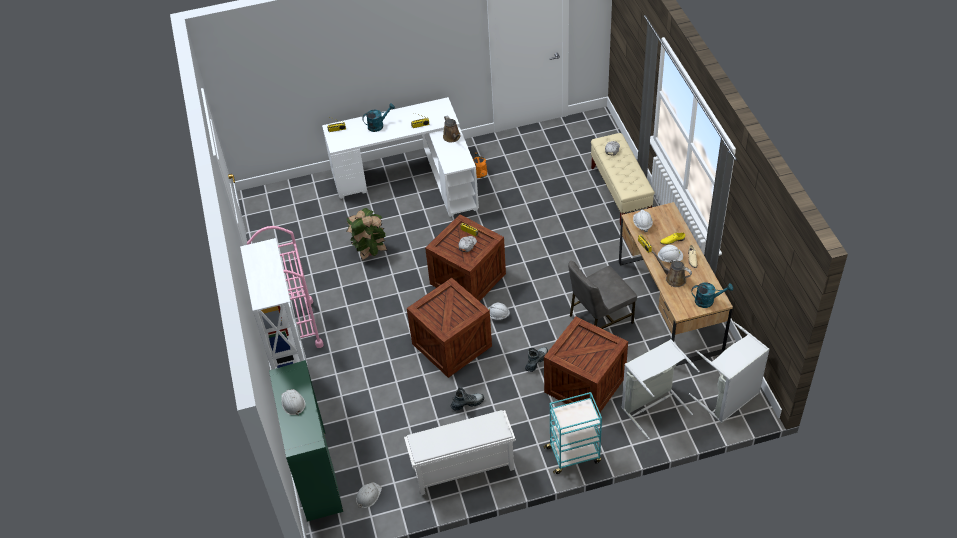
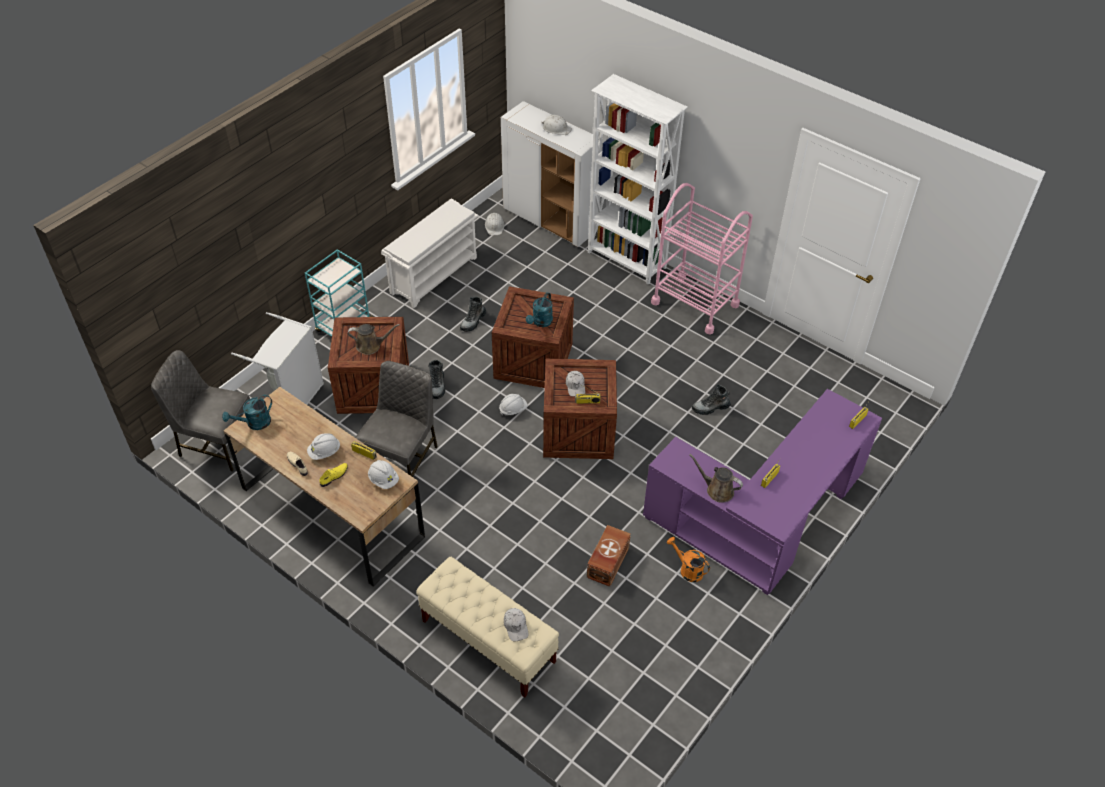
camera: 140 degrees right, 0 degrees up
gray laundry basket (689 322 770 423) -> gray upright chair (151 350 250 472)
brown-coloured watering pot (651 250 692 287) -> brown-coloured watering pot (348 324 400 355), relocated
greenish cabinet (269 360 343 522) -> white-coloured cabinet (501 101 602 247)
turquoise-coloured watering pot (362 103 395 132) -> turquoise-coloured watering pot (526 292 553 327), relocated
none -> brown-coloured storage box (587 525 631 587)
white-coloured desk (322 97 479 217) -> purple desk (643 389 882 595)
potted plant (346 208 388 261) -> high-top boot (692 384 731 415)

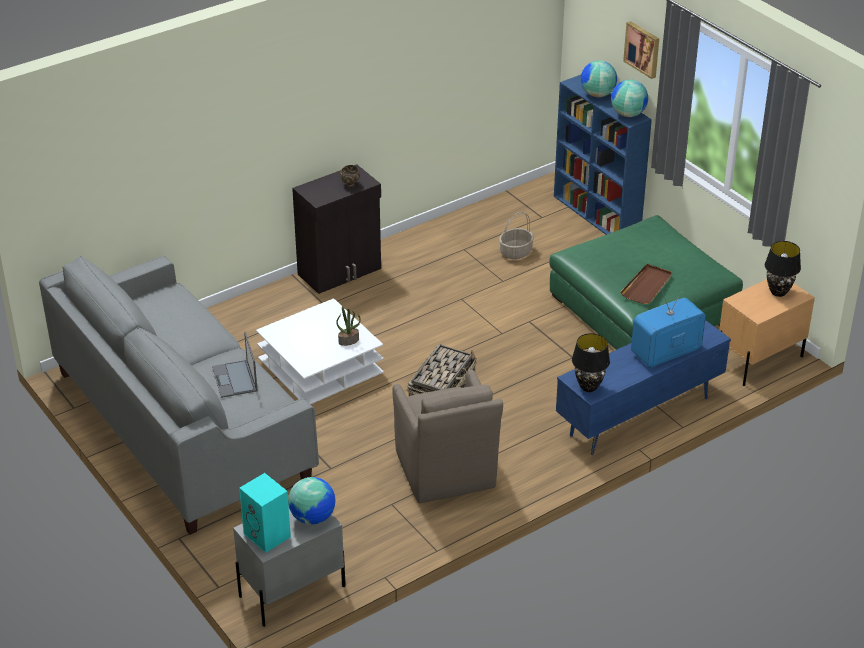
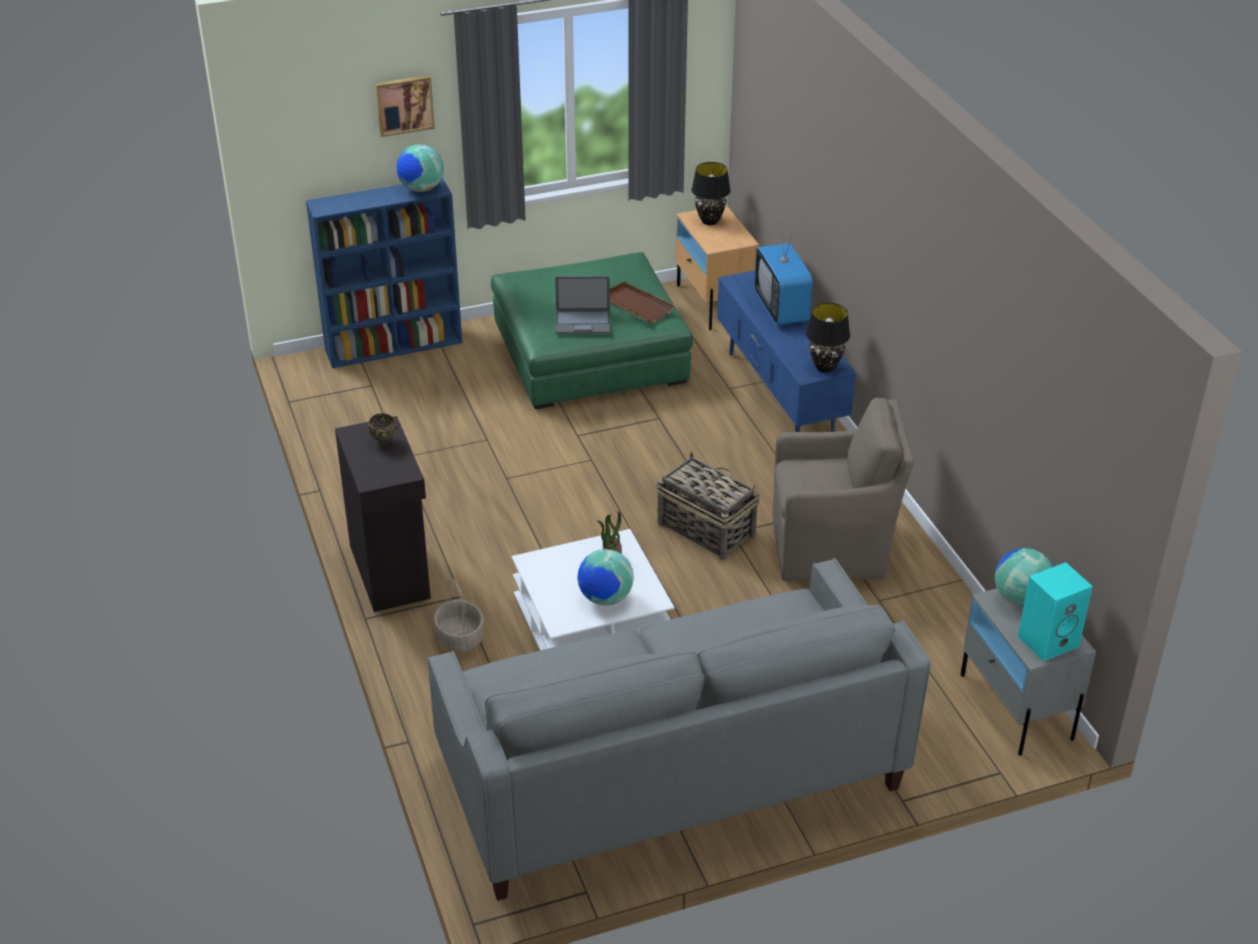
camera: 75 degrees left, 0 degrees up
basket (499 212 534 259) -> basket (434 579 484 652), relocated
notebook computer (212 331 257 398) -> notebook computer (555 276 610 334), relocated
globe (581 60 617 97) -> globe (578 549 634 605), relocated

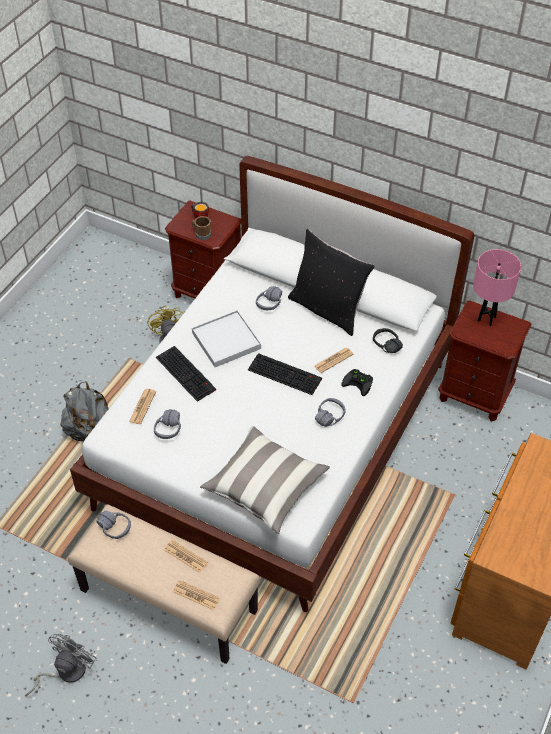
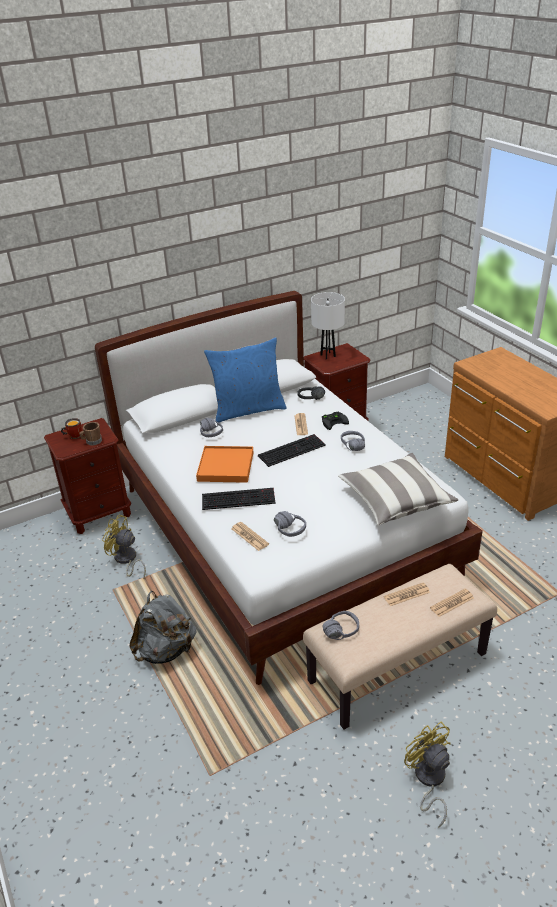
camera: 55 degrees left, 15 degrees down
white-coloured serving tray (192 310 261 367) -> orange serving tray (196 446 253 483)
black cushion (288 229 375 336) -> blue cushion (204 337 287 422)
pink-coloured table lamp (473 249 521 326) -> white-coloured table lamp (311 292 345 360)
gray fan (25 634 96 696) -> yellow fan (404 721 451 828)

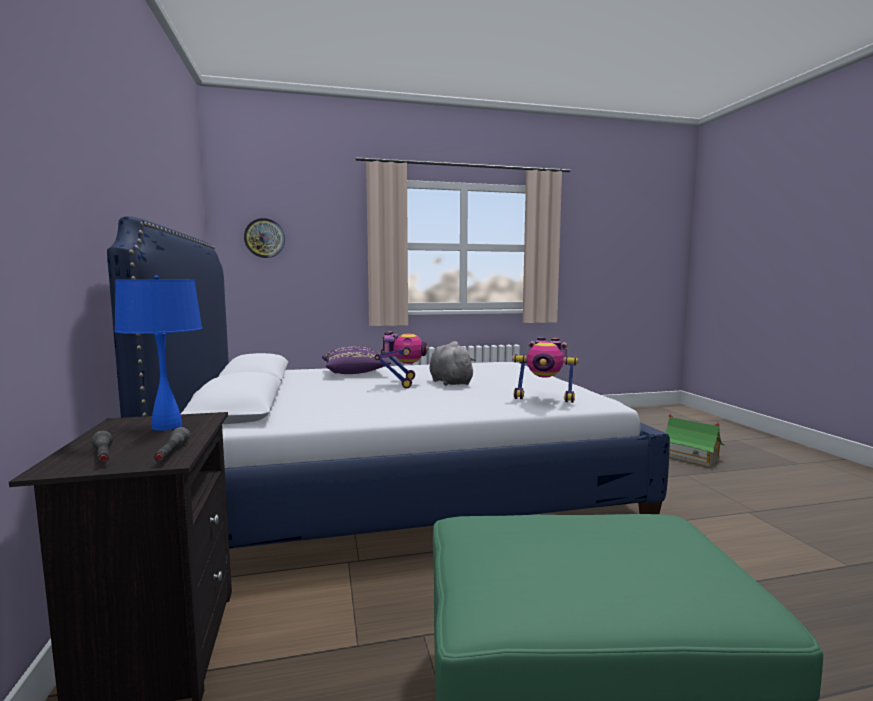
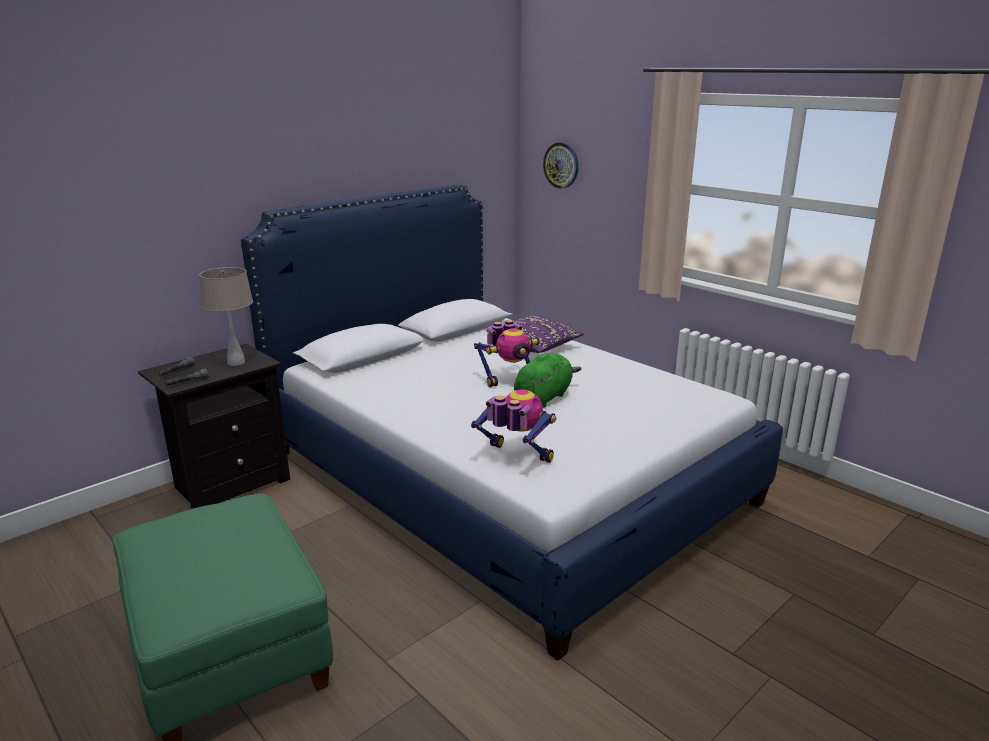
camera: 60 degrees right, 15 degrees up
blue table lamp (114 275 202 431) -> sand-coloured table lamp (199 267 253 366)
robot figure (512 337 578 403) -> robot figure (471 389 556 463), 135 degrees clockwise
gray cuddly toy (430 341 476 386) -> greenish cuddly toy (514 353 582 408)
miniature house (665 414 724 467) -> none

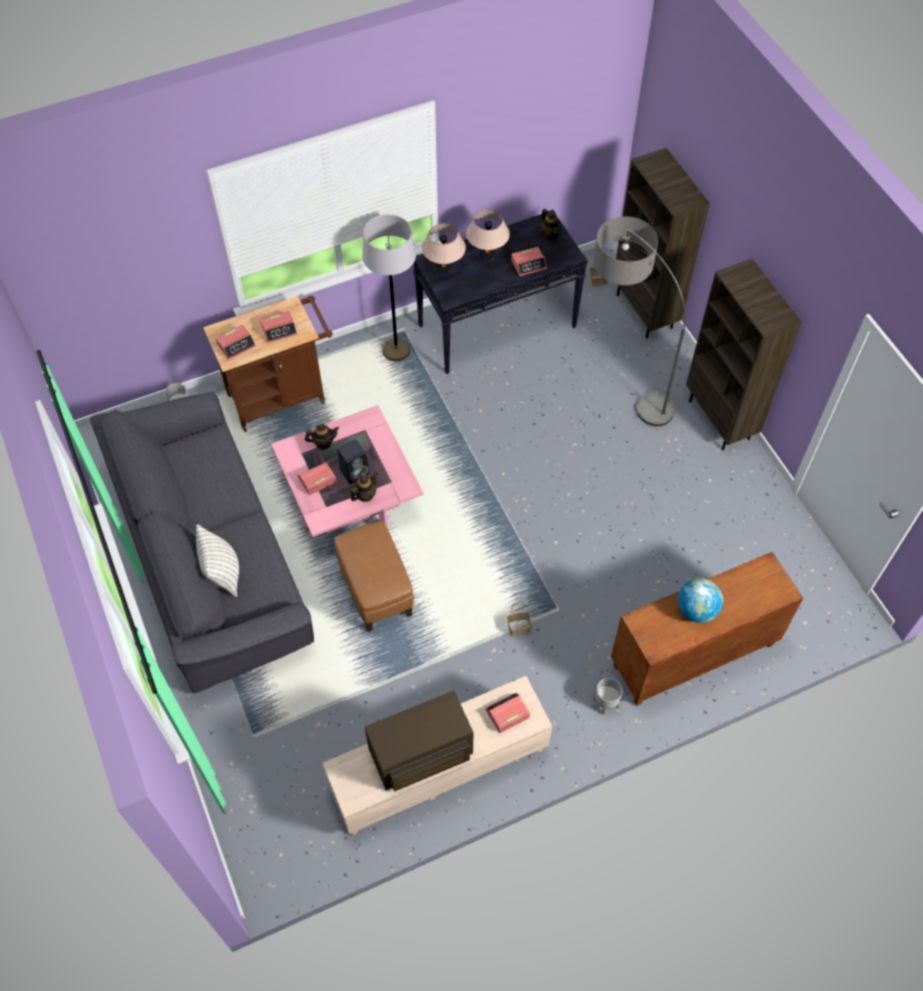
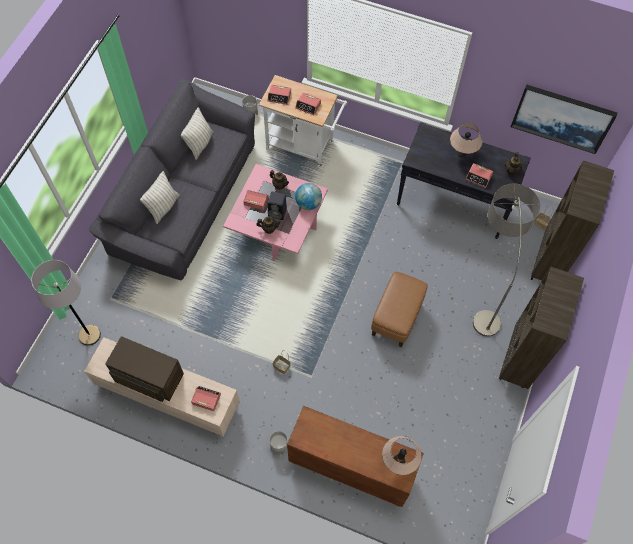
camera: 45 degrees right, 5 degrees up
gray standing lamp (362 214 416 361) -> gray standing lamp (31 260 101 346), relocated
none -> cushion (181 107 213 160)
brown-coloured cart (203 296 333 432) -> white-coloured cart (259 75 347 167)
globe (678 578 723 623) -> globe (295 183 322 210), relocated
brown-coloured ottoman (334 521 414 632) -> brown-coloured ottoman (371 272 428 347), relocated
sand-coloured table lamp (422 223 466 274) -> sand-coloured table lamp (382 436 421 475), relocated
none -> wall art (511 84 617 154)

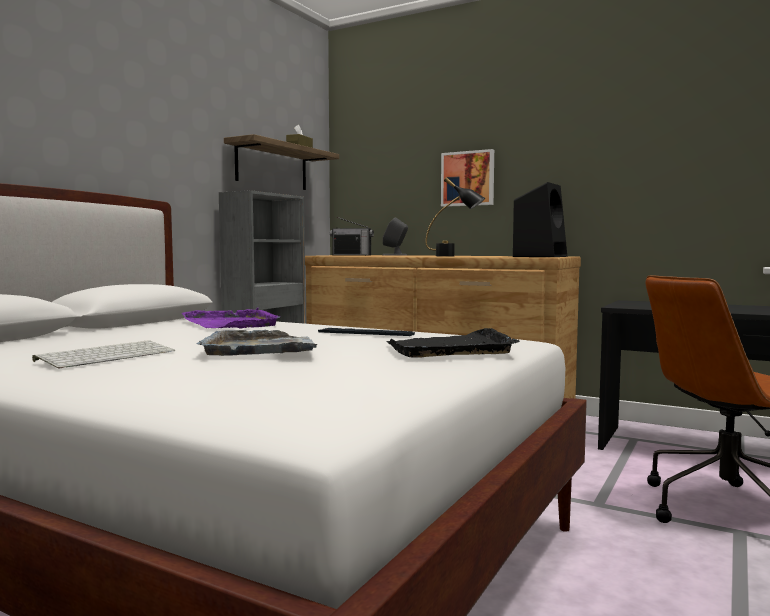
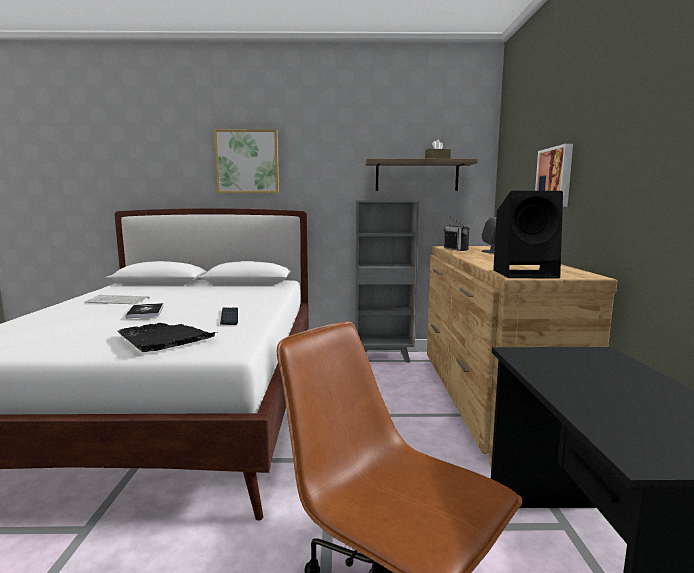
camera: 60 degrees right, 5 degrees up
gray serving tray (197 329 317 356) -> book (126 303 163 318)
none -> wall art (214 129 279 193)
purple serving tray (182 308 280 328) -> none
black table lamp (425 177 485 256) -> none

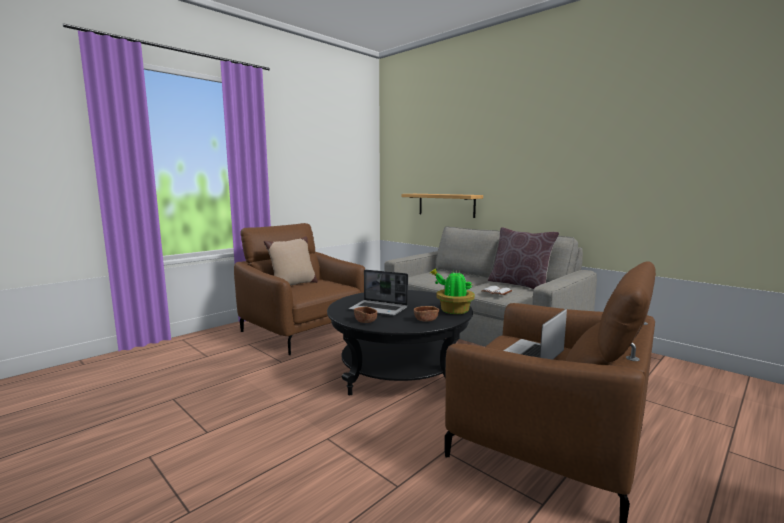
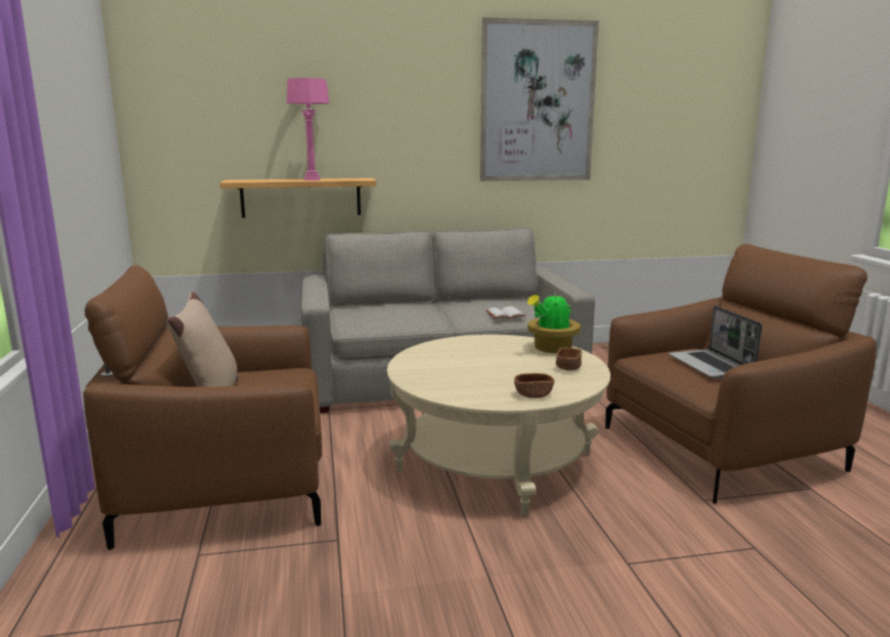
camera: 55 degrees left, 5 degrees up
none -> pink-coloured table lamp (287 78 329 180)
black coffee table (327 290 473 396) -> sand-coloured coffee table (387 334 611 516)
none -> wall art (480 17 599 181)
notebook computer (349 270 408 316) -> none
brown-coloured cushion (488 227 559 289) -> none

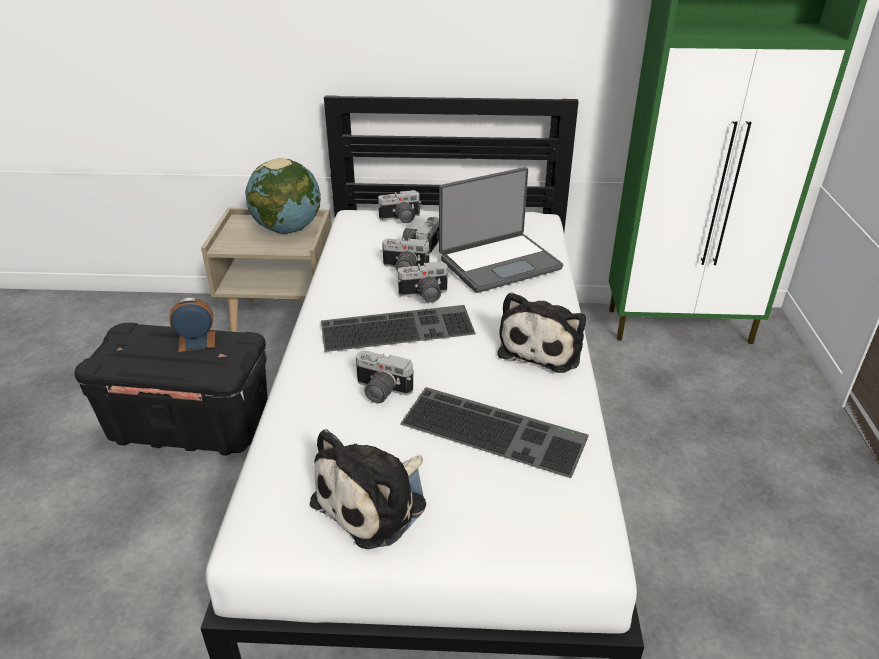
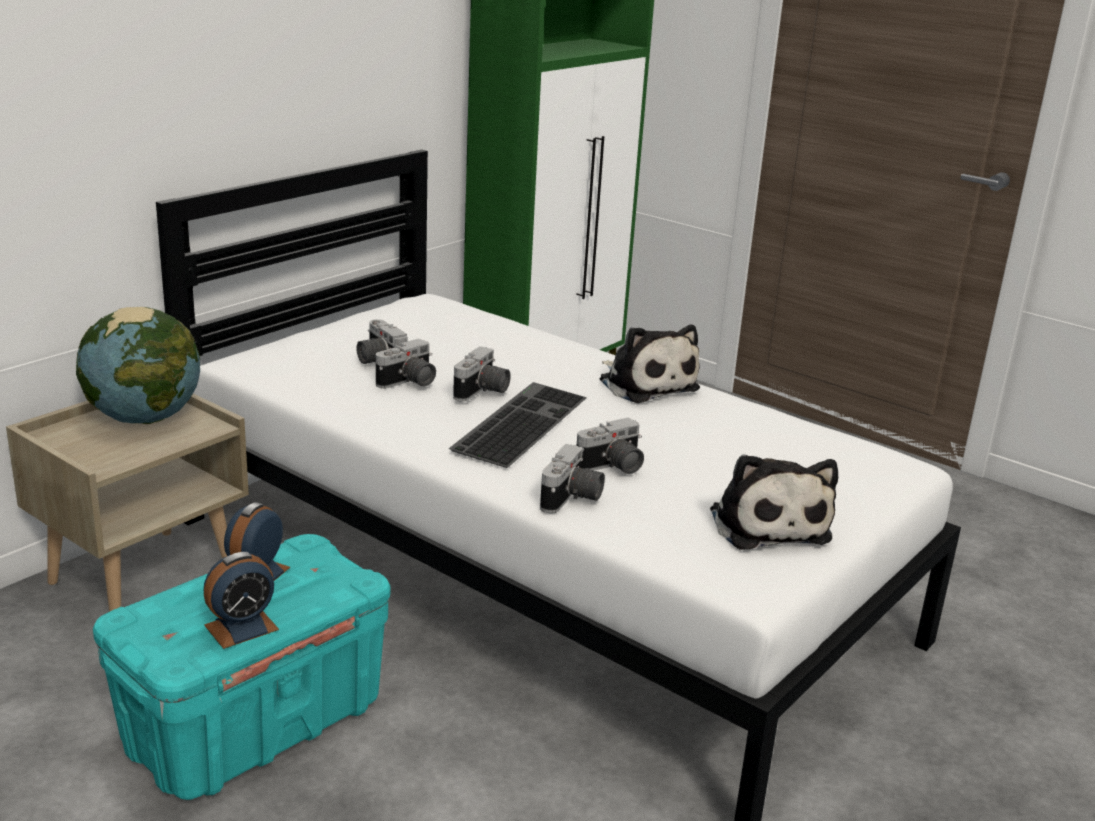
camera: 55 degrees left, 10 degrees down
black storage box (74 323 268 456) -> turquoise-coloured storage box (93 534 391 800)
none -> table clock (204 552 279 649)
photo camera (378 190 421 223) -> photo camera (540 443 605 514), relocated
PC keyboard (400 387 589 478) -> none
notebook computer (439 167 563 293) -> none

